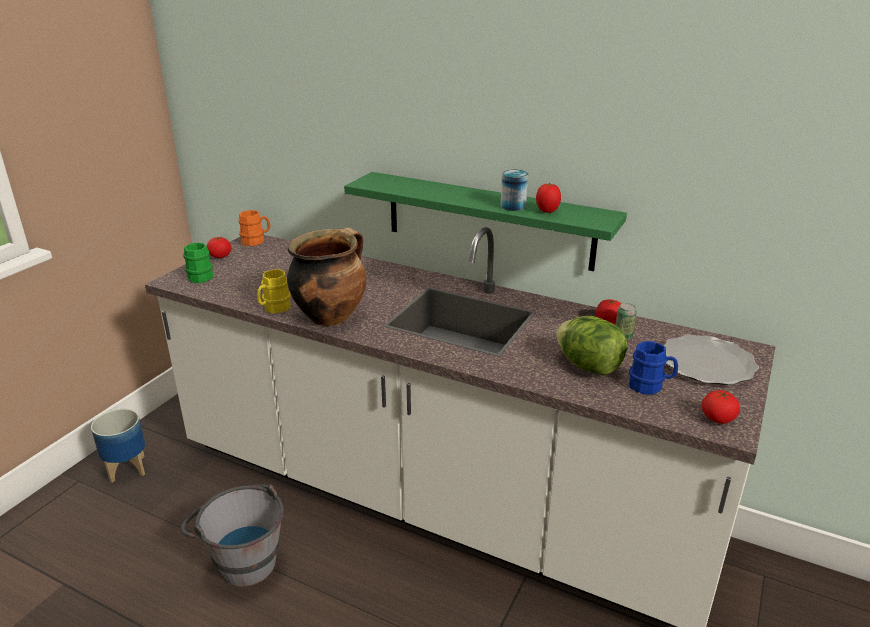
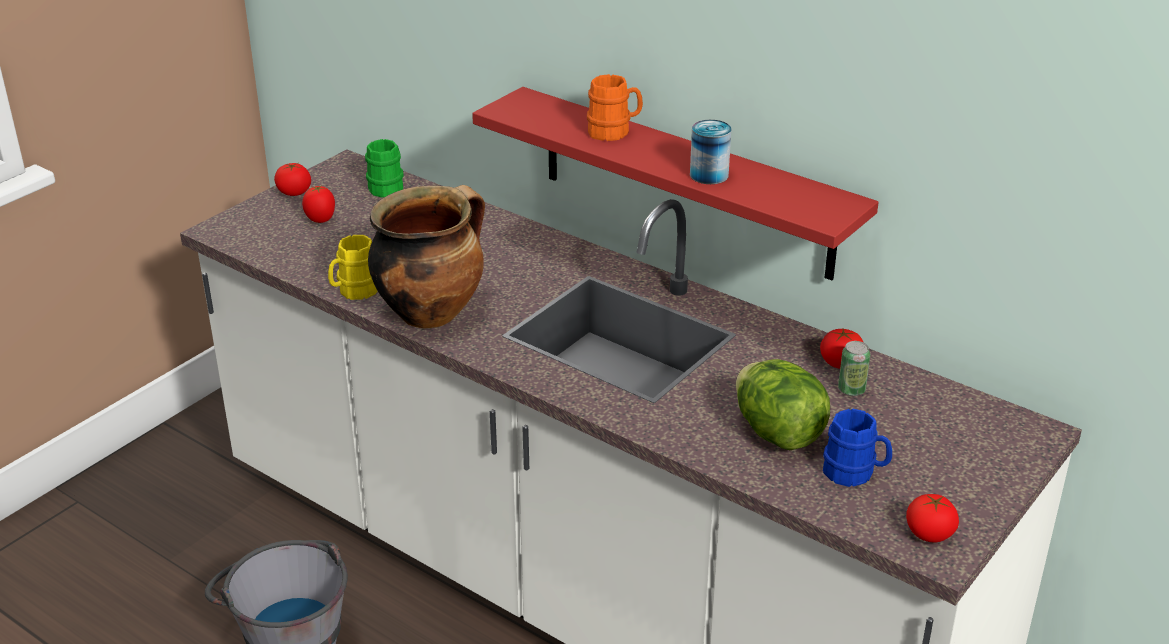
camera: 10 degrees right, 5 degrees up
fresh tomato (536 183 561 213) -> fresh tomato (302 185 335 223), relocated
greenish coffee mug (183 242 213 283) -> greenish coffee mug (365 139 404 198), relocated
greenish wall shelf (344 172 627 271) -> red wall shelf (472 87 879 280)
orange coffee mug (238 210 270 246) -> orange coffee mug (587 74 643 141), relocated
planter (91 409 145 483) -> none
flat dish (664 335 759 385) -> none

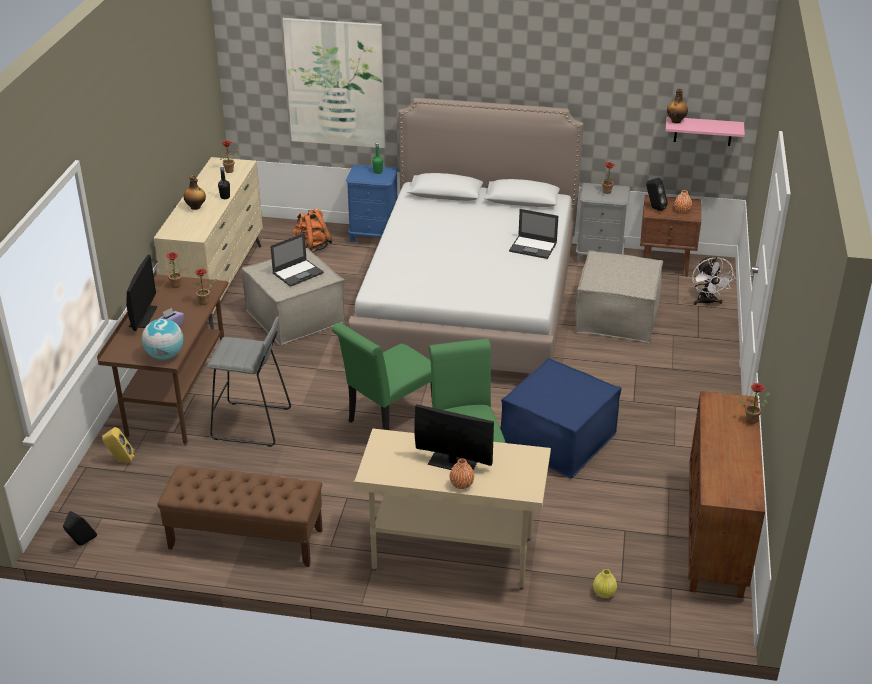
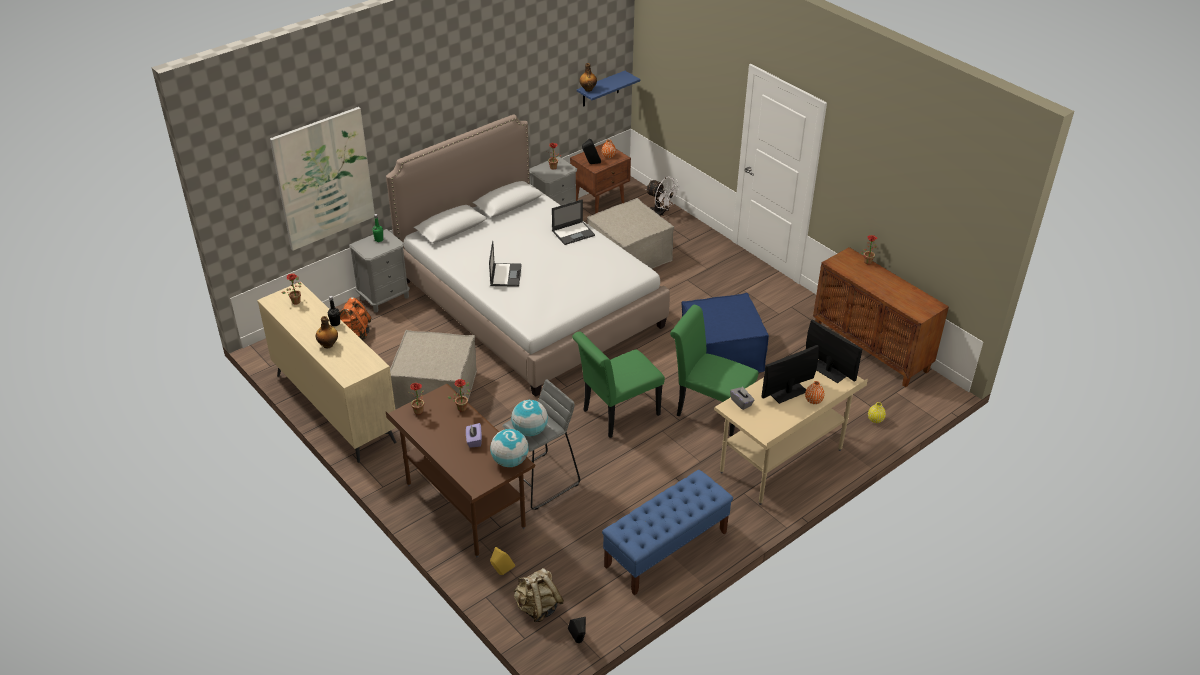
camera: 50 degrees left, 5 degrees up
blue night table (346 165 398 243) -> gray night table (349 229 410 313)
notebook computer (270 233 324 287) -> notebook computer (489 241 522 287), relocated
none -> globe (511 400 548 436)
none -> sand-coloured backpack (513 568 564 622)
greenish upright chair (332 323 432 430) -> greenish upright chair (572 331 665 438), 60 degrees clockwise
pink-coloured wall shelf (666 117 745 146) -> blue wall shelf (577 71 640 107)
brown-coloured bench (157 465 323 567) -> blue bench (602 470 733 596)
none -> gray tissue box (730 386 755 410)
monitor (126 255 157 331) -> monitor (806 320 862 383), relocated

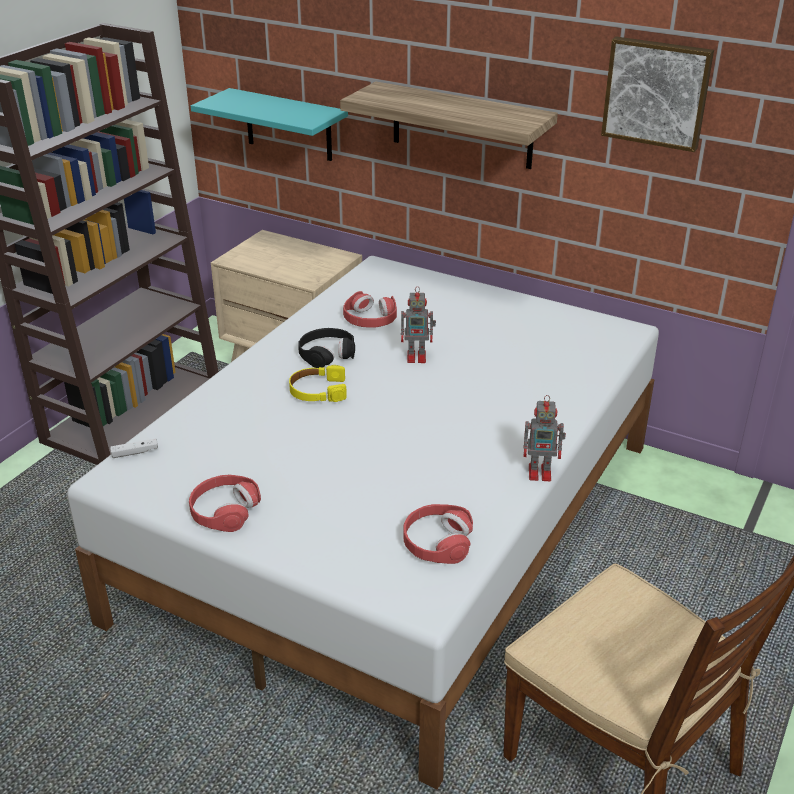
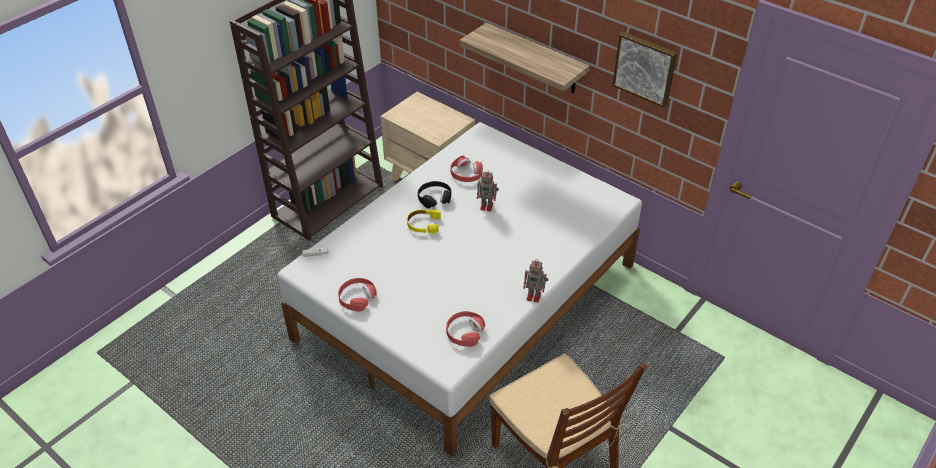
camera: 10 degrees right, 10 degrees up
turquoise-coloured wall shelf (191 88 348 161) -> none

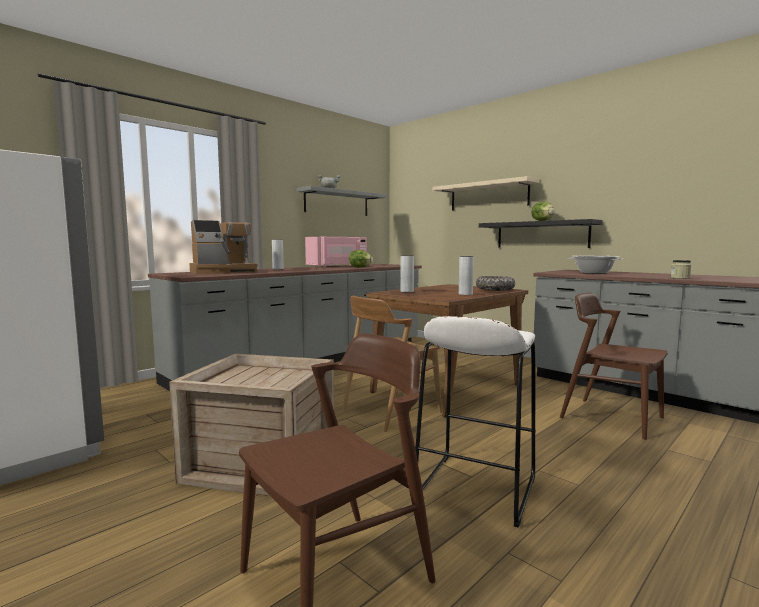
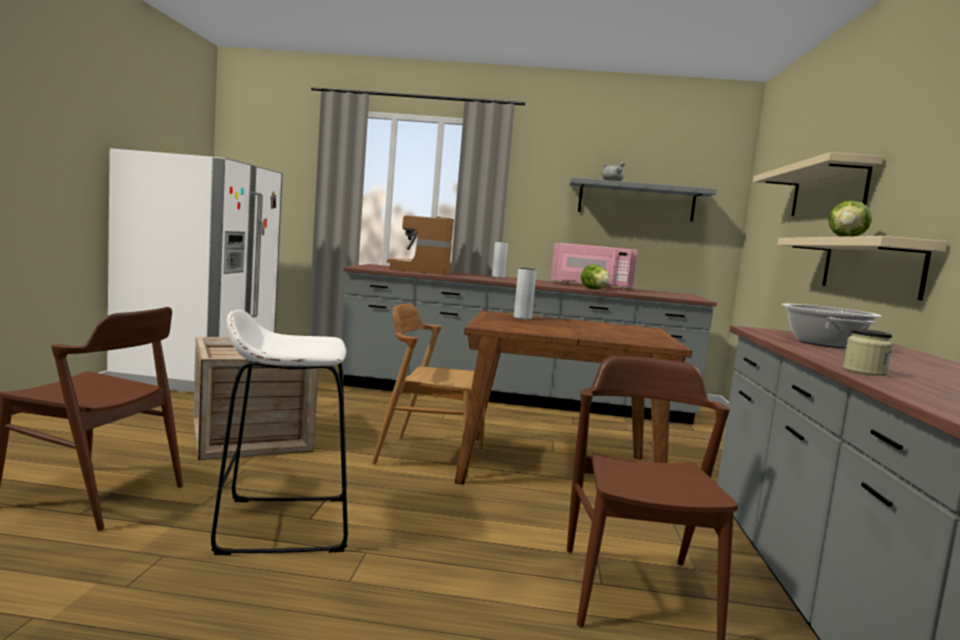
camera: 50 degrees right, 0 degrees up
coffee brewer (189 220 258 274) -> coffee brewer (387 215 454 275), 75 degrees clockwise
black wall shelf (479 219 603 248) -> sand-coloured wall shelf (778 236 947 301)
gray flower vase (459 256 474 295) -> none
serving bowl (476 276 515 291) -> none

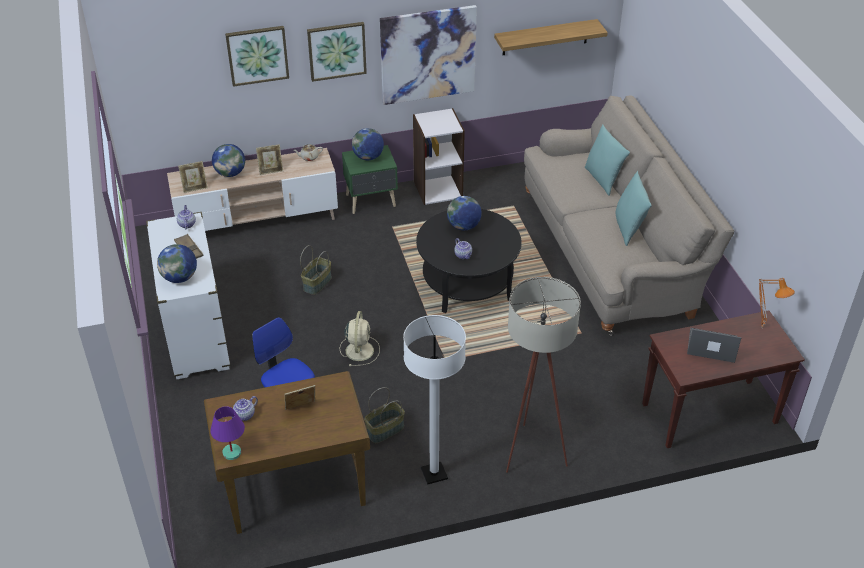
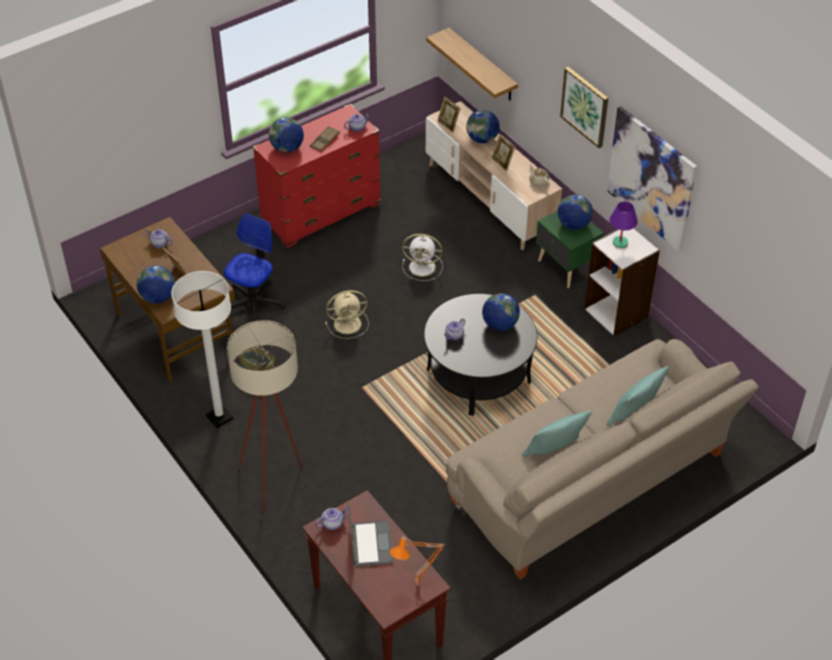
camera: 70 degrees right, 5 degrees up
none -> globe (137 266 175 304)
white-coloured drawer chest (146 212 230 379) -> red drawer chest (253 104 381 248)
none -> teapot (315 508 349 530)
basket (300 245 332 295) -> white-coloured fan (402 234 443 281)
wall shelf (494 19 608 55) -> wall shelf (426 28 518 101), relocated
purple table lamp (210 406 245 460) -> purple table lamp (610 201 638 248), relocated
wall art (225 26 289 87) -> none

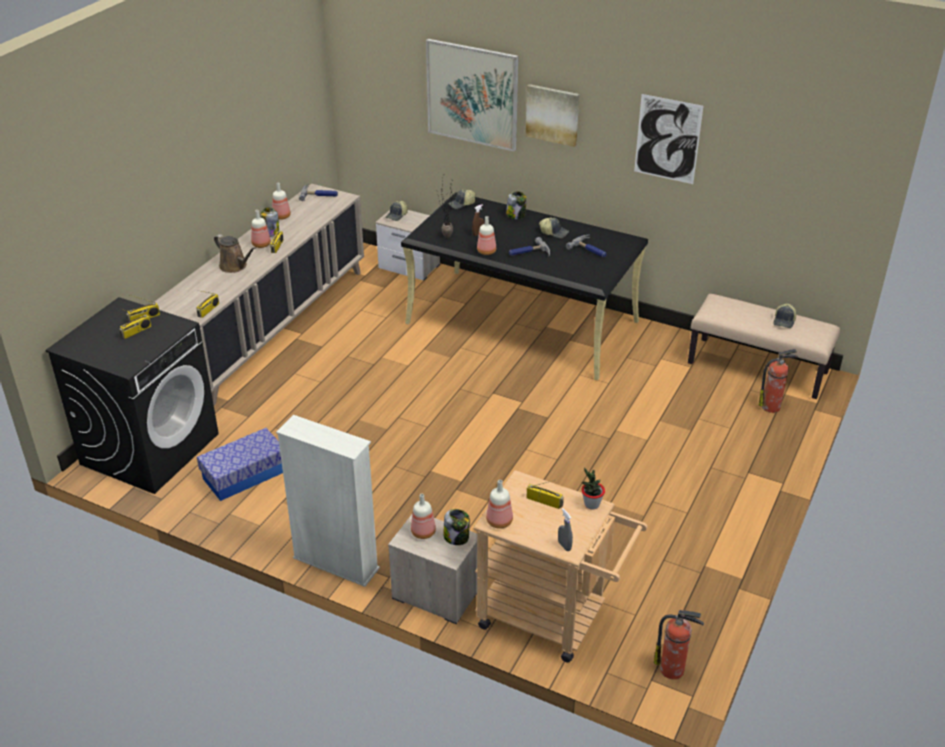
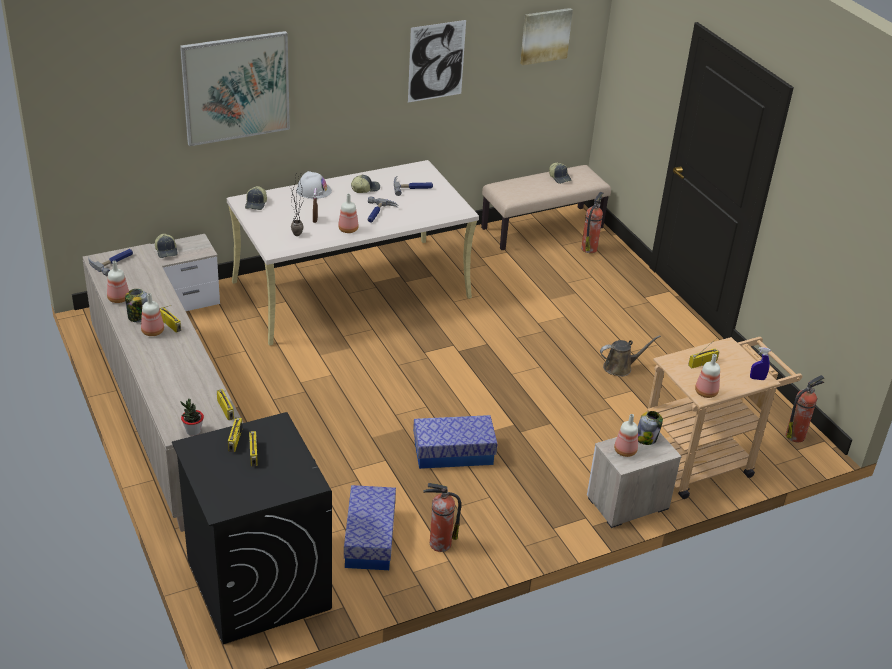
camera: 55 degrees left, 0 degrees up
potted plant (582 468 605 510) -> potted plant (180 399 204 436), relocated
black desk (401 192 648 380) -> sand-coloured desk (227 160 479 346)
preserve jar (506 191 527 219) -> white-coloured hard hat (296 171 332 199)
none -> storage box (413 415 497 469)
none -> fire-fighting cylinder (423 483 461 552)
wall art (526 84 579 147) -> wall art (520 8 573 65), relocated
brown-coloured watering pot (214 234 256 273) -> brown-coloured watering pot (600 335 661 377), relocated
gray sprayer (558 508 573 551) -> blue sprayer (750 347 771 380)
white-coloured bookcase (276 415 380 587) -> none

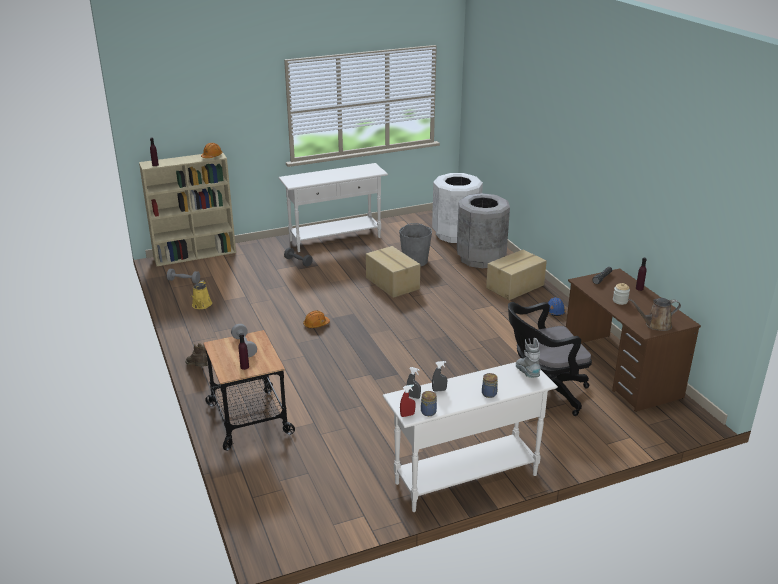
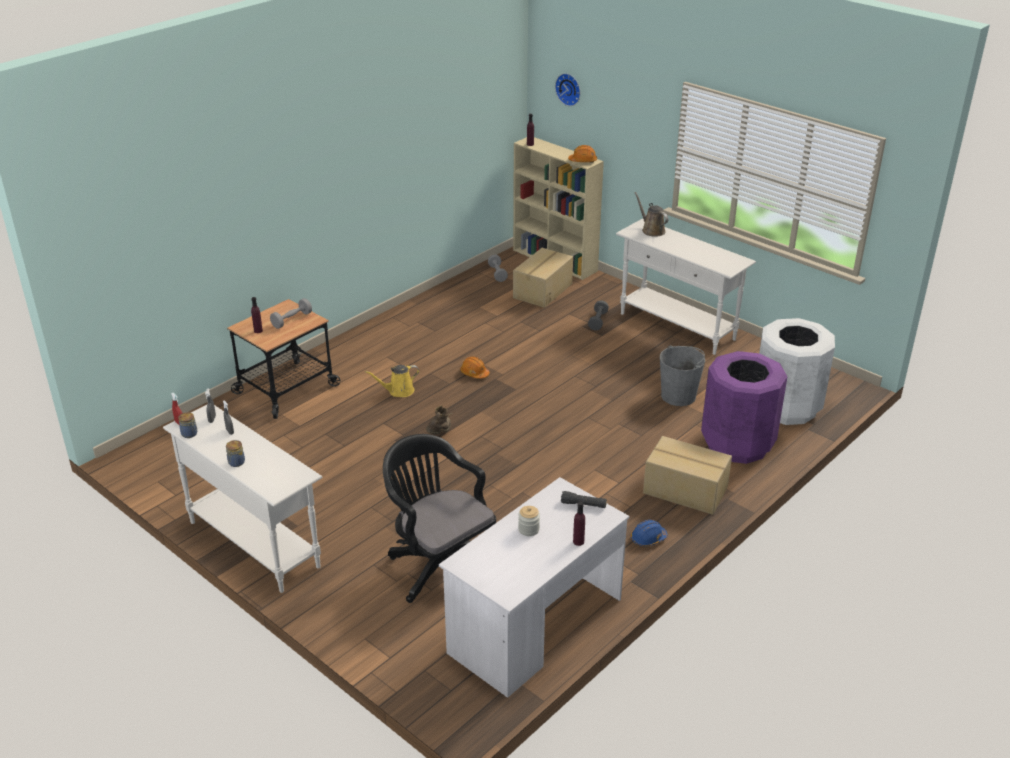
camera: 65 degrees right, 5 degrees up
yellow watering pot (191 280 212 309) -> yellow watering pot (365 365 419 397), relocated
brown-coloured high-top boot (185 343 208 366) -> brown-coloured high-top boot (426 405 453 435), relocated
brown-coloured desk (566 268 701 412) -> white-coloured desk (439 477 629 698)
packing box (366 246 420 298) -> packing box (513 248 573 308), relocated
none -> wall clock (555 73 580 106)
brown-coloured watering pot (628 298 681 331) -> brown-coloured watering pot (634 192 668 237), relocated
gray waste bin (457 193 510 268) -> purple waste bin (701 351 788 464)
gray high-top boot (516 338 541 378) -> none

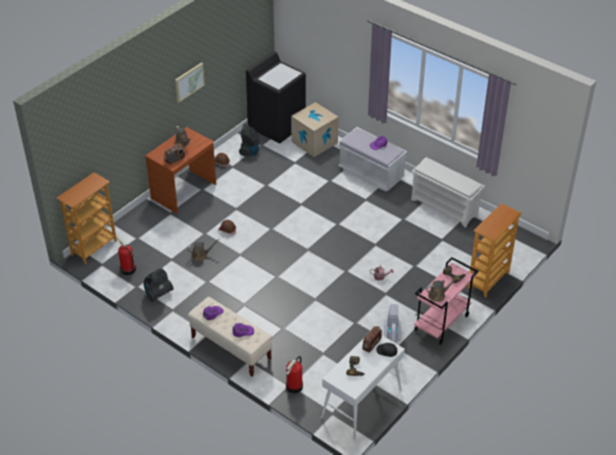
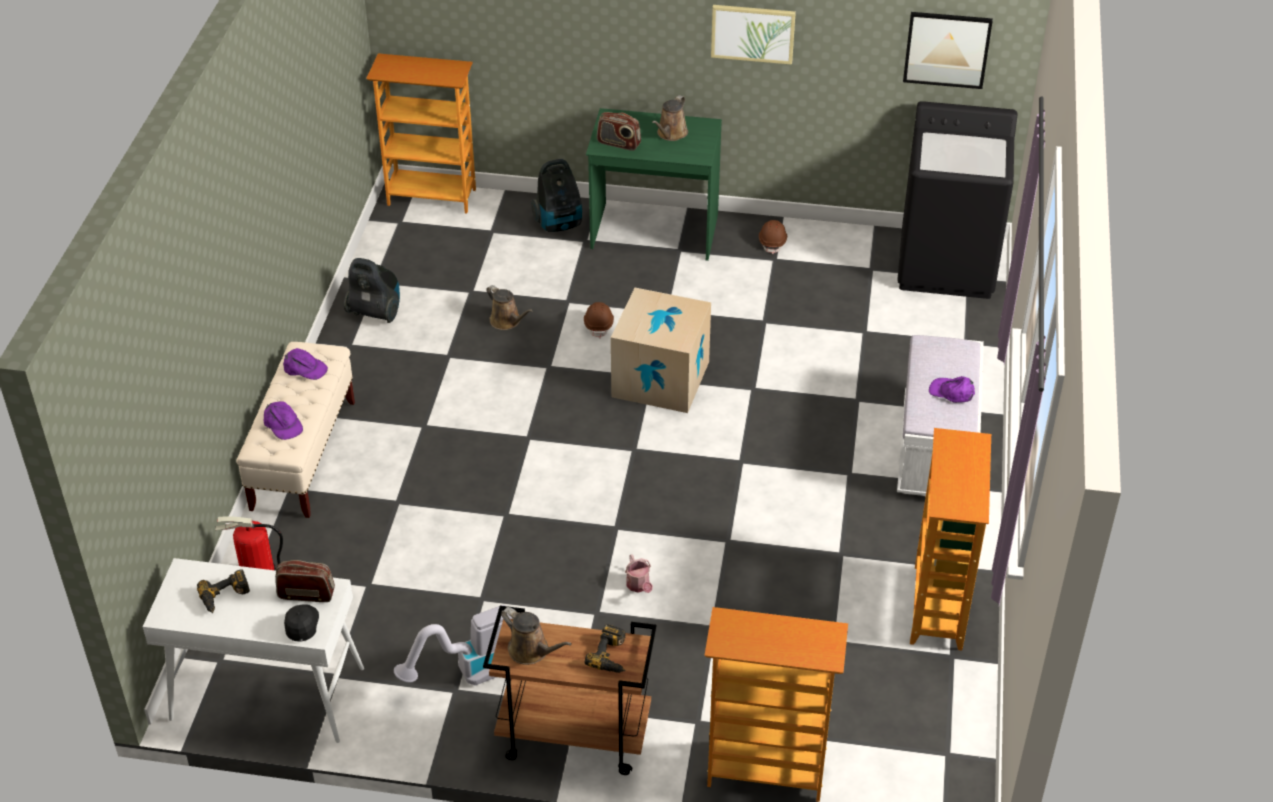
camera: 60 degrees right, 0 degrees up
pink-coloured cart (414 257 478 345) -> brown-coloured cart (483 606 657 775)
hoover (239 123 260 157) -> hoover (531 159 582 232), relocated
brown-coloured desk (145 127 216 214) -> greenish desk (586 108 722 261)
packing box (291 102 339 157) -> packing box (611 288 711 413), relocated
none -> wall art (903 12 993 89)
white-coloured shoe stand (411 157 485 227) -> bookcase (910 428 991 650)
fire-fighting cylinder (117 236 136 275) -> none

